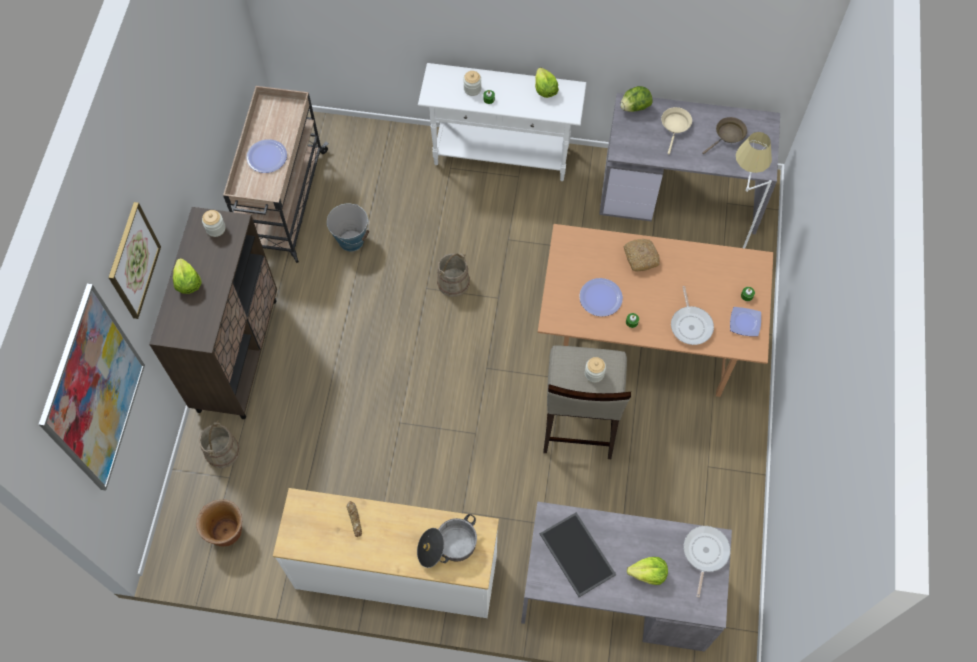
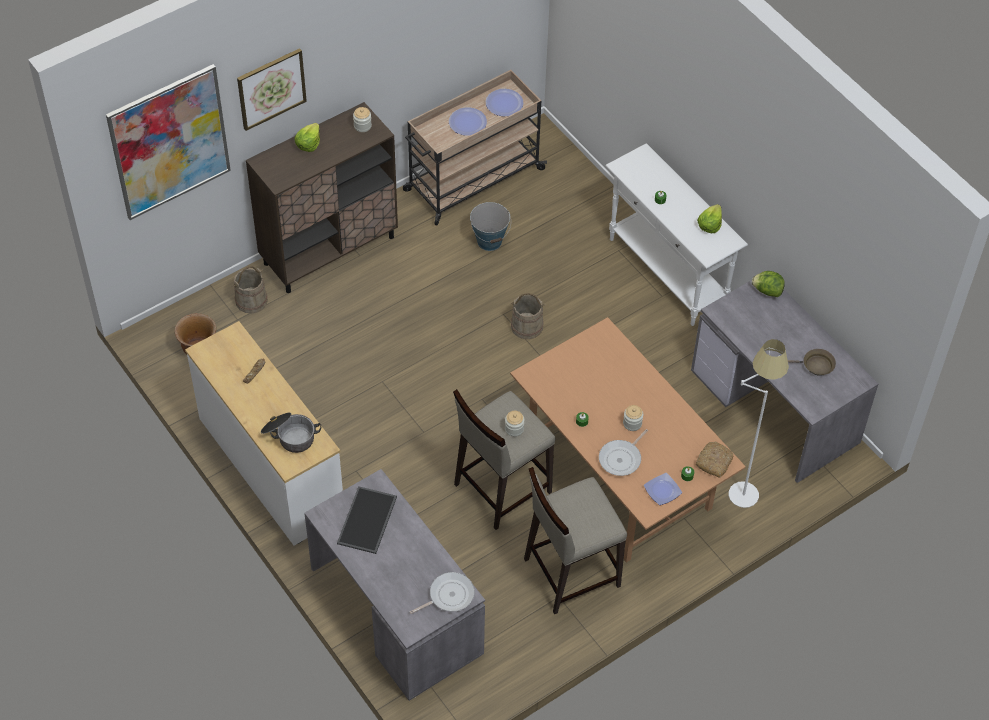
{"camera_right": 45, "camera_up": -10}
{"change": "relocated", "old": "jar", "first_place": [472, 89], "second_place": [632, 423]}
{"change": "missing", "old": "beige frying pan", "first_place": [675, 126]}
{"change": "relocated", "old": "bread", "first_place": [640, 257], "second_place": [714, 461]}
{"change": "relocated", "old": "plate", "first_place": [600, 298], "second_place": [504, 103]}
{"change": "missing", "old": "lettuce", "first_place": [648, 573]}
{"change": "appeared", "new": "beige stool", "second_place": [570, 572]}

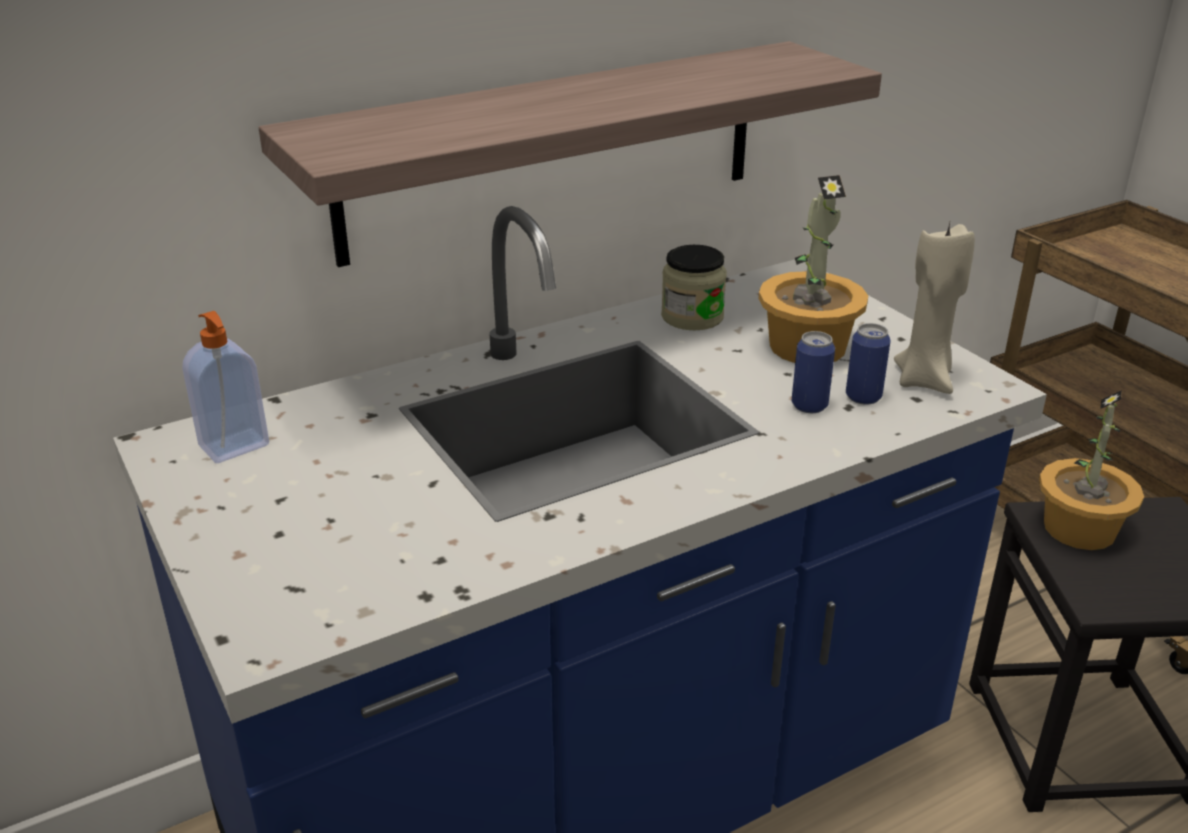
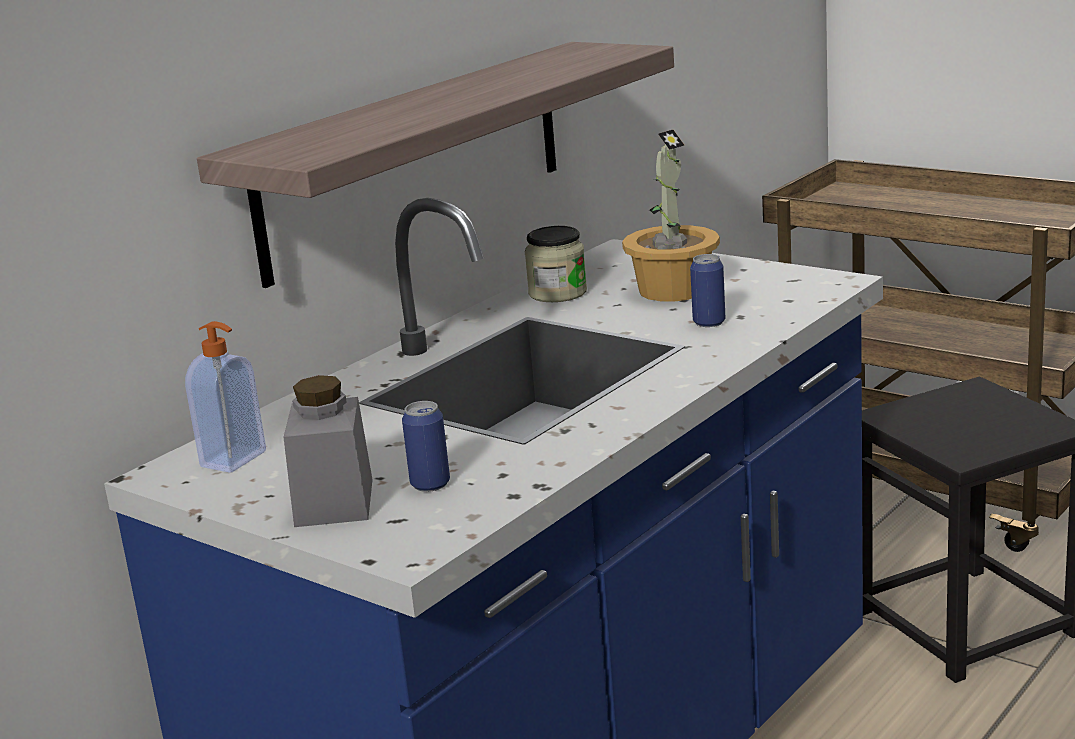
{"camera_right": -20, "camera_up": -10}
{"change": "missing", "old": "beige candle", "first_place": [925, 380]}
{"change": "relocated", "old": "can", "first_place": [863, 397], "second_place": [430, 484]}
{"change": "missing", "old": "potted plant", "first_place": [1081, 529]}
{"change": "appeared", "new": "grey jar", "second_place": [334, 502]}

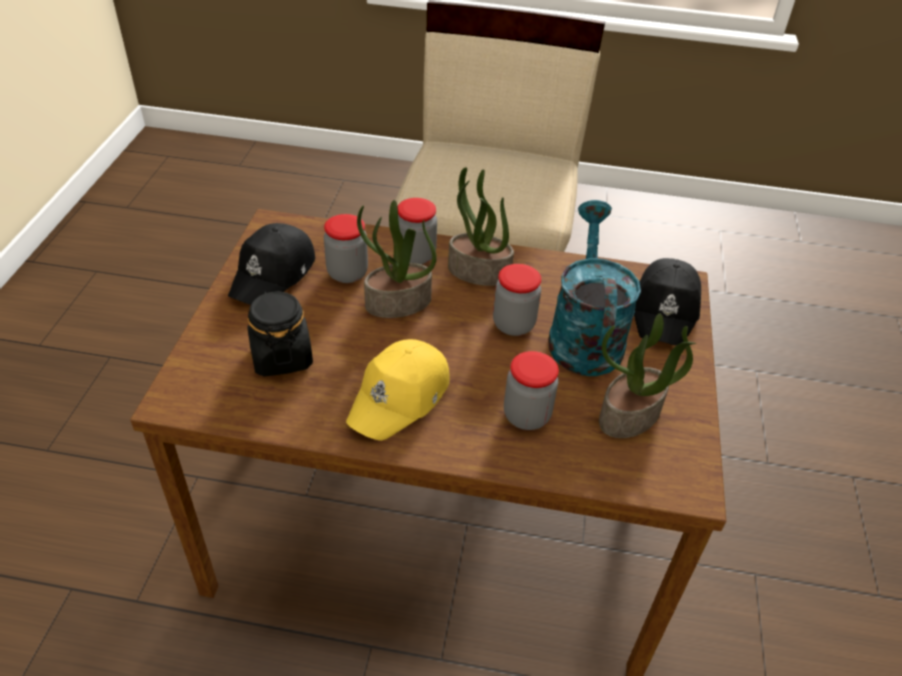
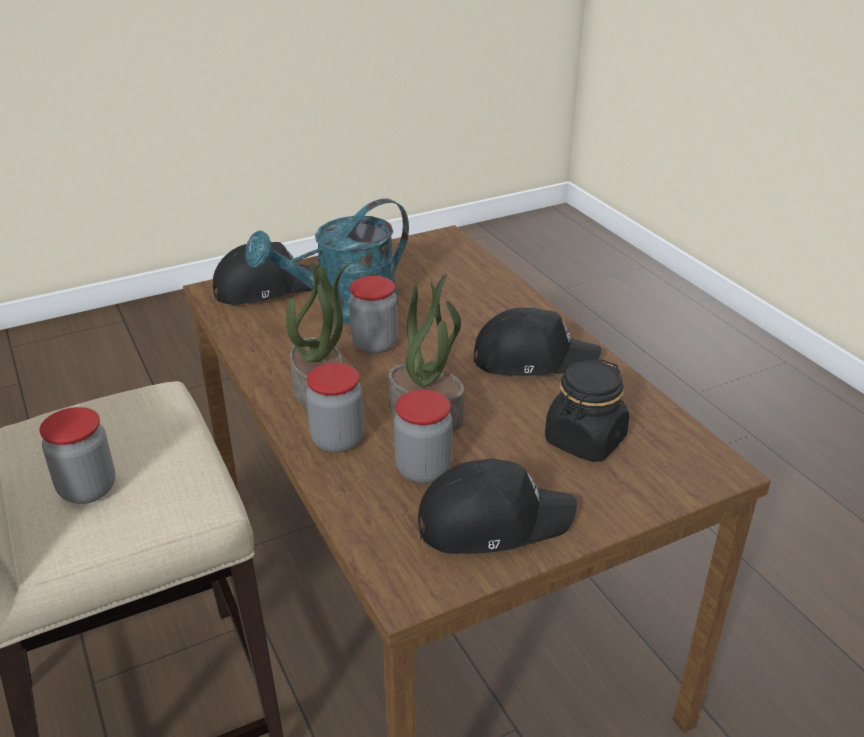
{"camera_right": -125, "camera_up": -10}
{"change": "missing", "old": "potted plant", "first_place": [630, 416]}
{"change": "colour", "old": "yellow cap", "new": "black cap", "first_place": [400, 397], "second_place": [532, 358]}
{"change": "relocated", "old": "jar", "first_place": [526, 415], "second_place": [88, 489]}

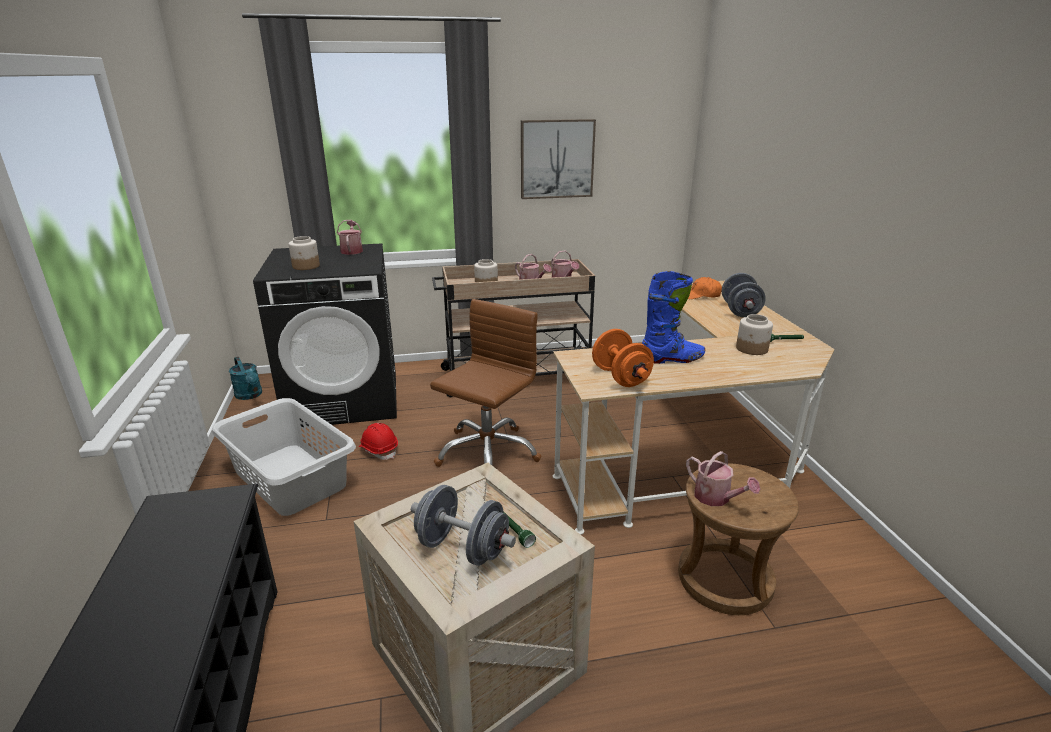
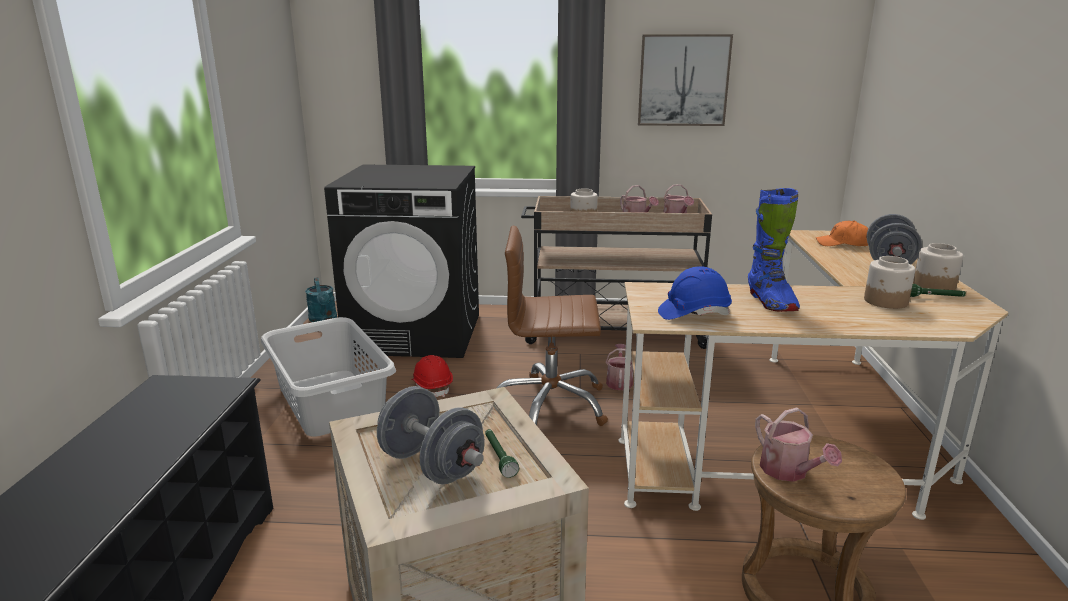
{"camera_right": 15, "camera_up": -5}
{"change": "relocated", "old": "watering can", "first_place": [352, 250], "second_place": [619, 382]}
{"change": "relocated", "old": "jar", "first_place": [306, 266], "second_place": [934, 286]}
{"change": "spun", "old": "blue boot", "first_place": [672, 359], "second_place": [770, 302], "degrees": 75}
{"change": "spun", "old": "brown office chair", "first_place": [487, 453], "second_place": [550, 405], "degrees": -135}
{"change": "exchanged", "old": "orange dumbbell", "new": "blue hard hat", "first_place": [620, 377], "second_place": [693, 313]}

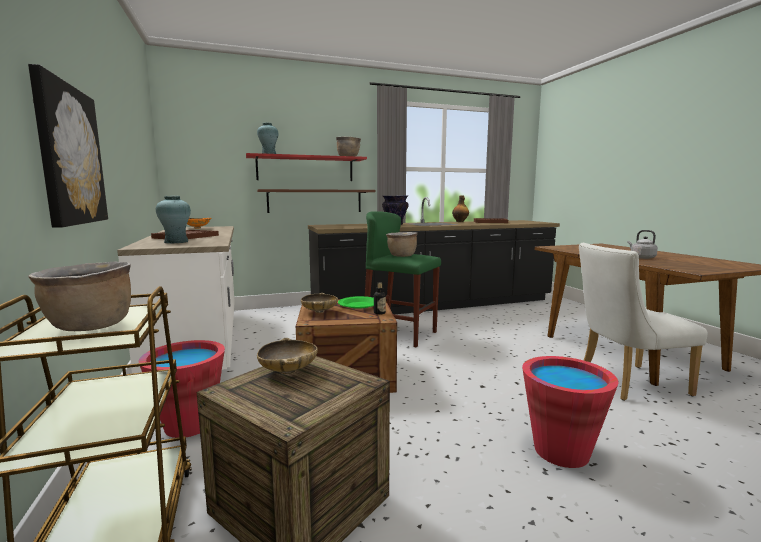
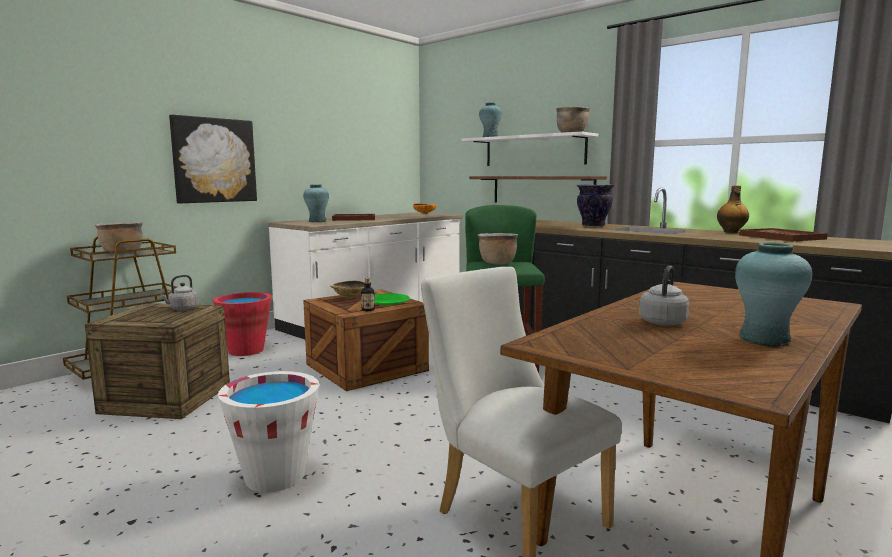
{"camera_right": 60, "camera_up": 0}
{"change": "colour", "old": "red shelf", "new": "white shelf", "first_place": [305, 169], "second_place": [534, 151]}
{"change": "exchanged", "old": "beige bowl", "new": "grey kettle", "first_place": [288, 371], "second_place": [182, 309]}
{"change": "colour", "old": "red bucket", "new": "white bucket", "first_place": [561, 451], "second_place": [275, 476]}
{"change": "appeared", "new": "turquoise vase", "second_place": [764, 339]}

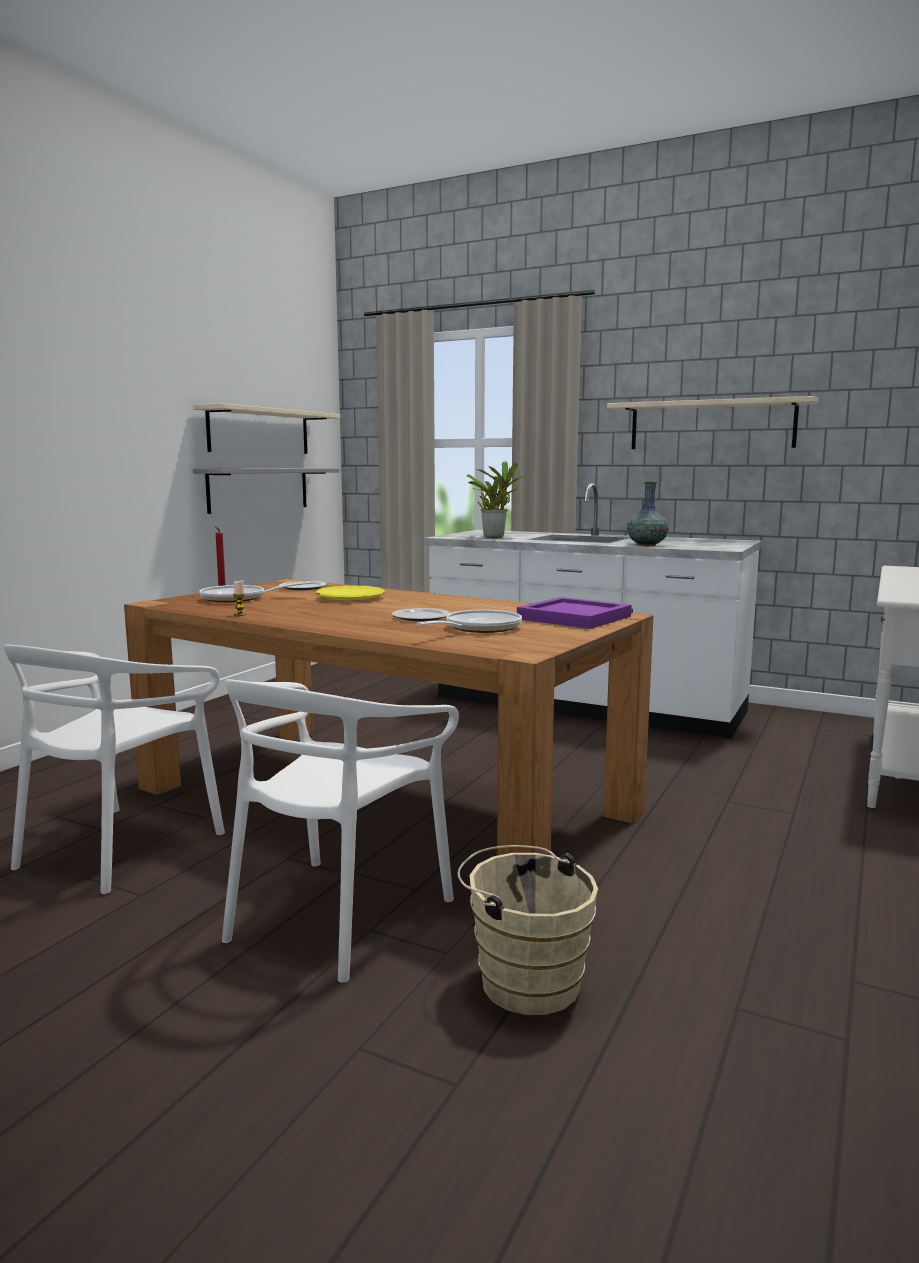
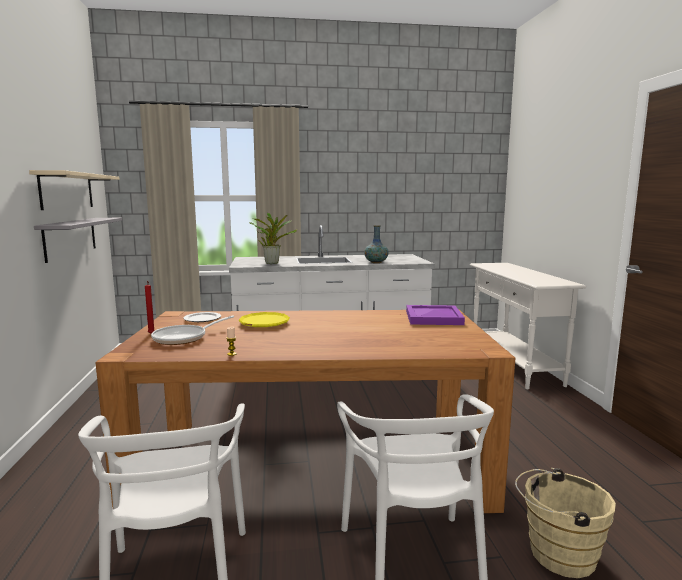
{"camera_right": -35, "camera_up": 0}
{"change": "missing", "old": "beige shelf", "first_place": [711, 425]}
{"change": "missing", "old": "plate", "first_place": [420, 617]}
{"change": "missing", "old": "frying pan", "first_place": [478, 628]}

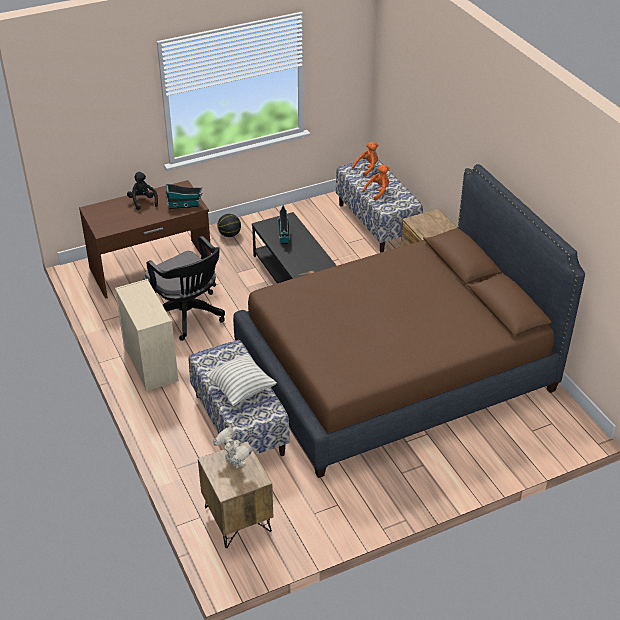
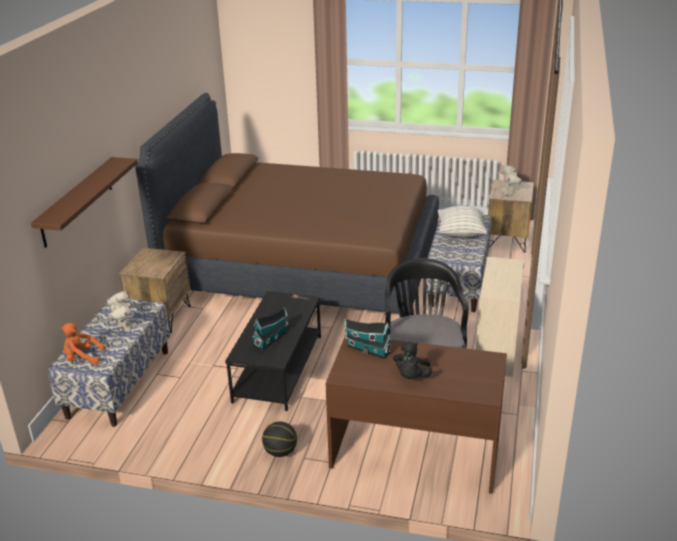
{"camera_right": -140, "camera_up": -10}
{"change": "exchanged", "old": "orange plush toy", "new": "toy robot", "first_place": [378, 191], "second_place": [123, 326]}
{"change": "appeared", "new": "brown shelf", "second_place": [77, 201]}

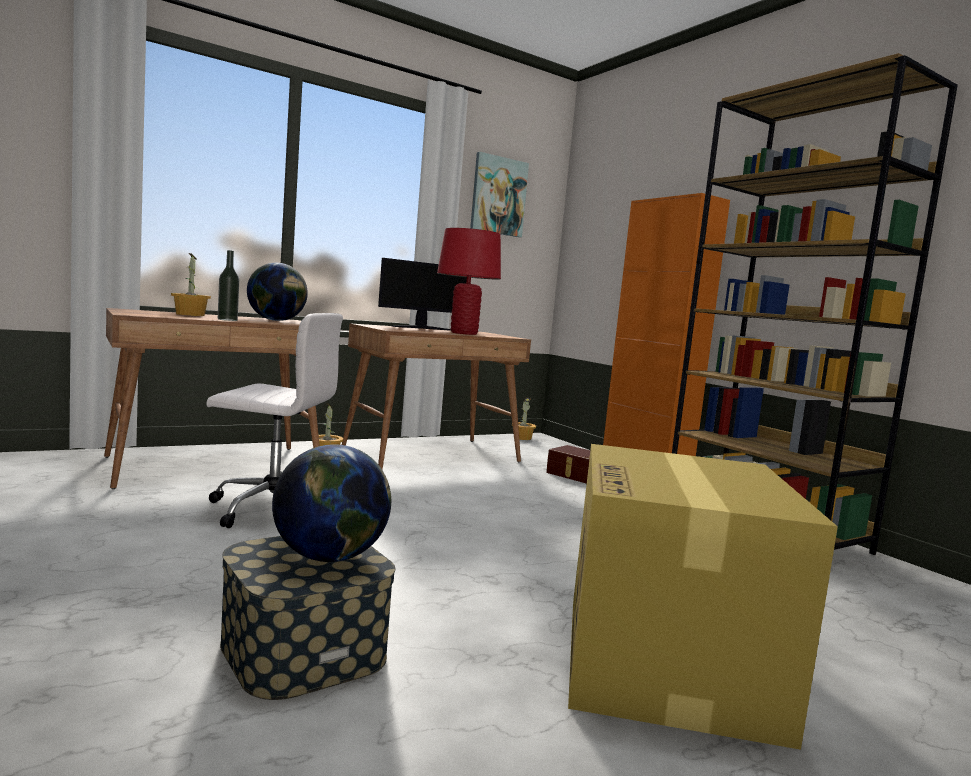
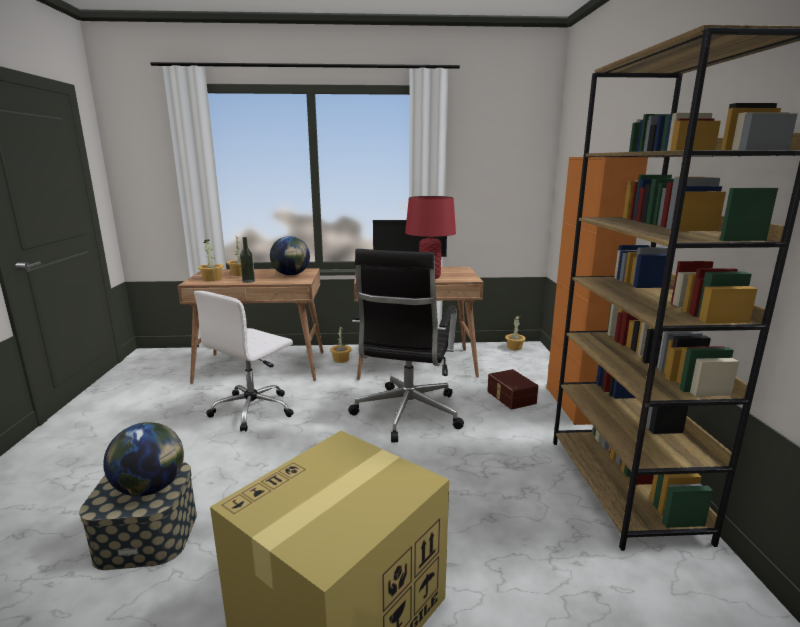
{"camera_right": 30, "camera_up": 10}
{"change": "missing", "old": "picture", "first_place": [498, 196]}
{"change": "spun", "old": "white office chair", "first_place": [270, 508], "second_place": [254, 409], "degrees": 90}
{"change": "appeared", "new": "potted plant", "second_place": [212, 279]}
{"change": "appeared", "new": "black office chair", "second_place": [407, 414]}

